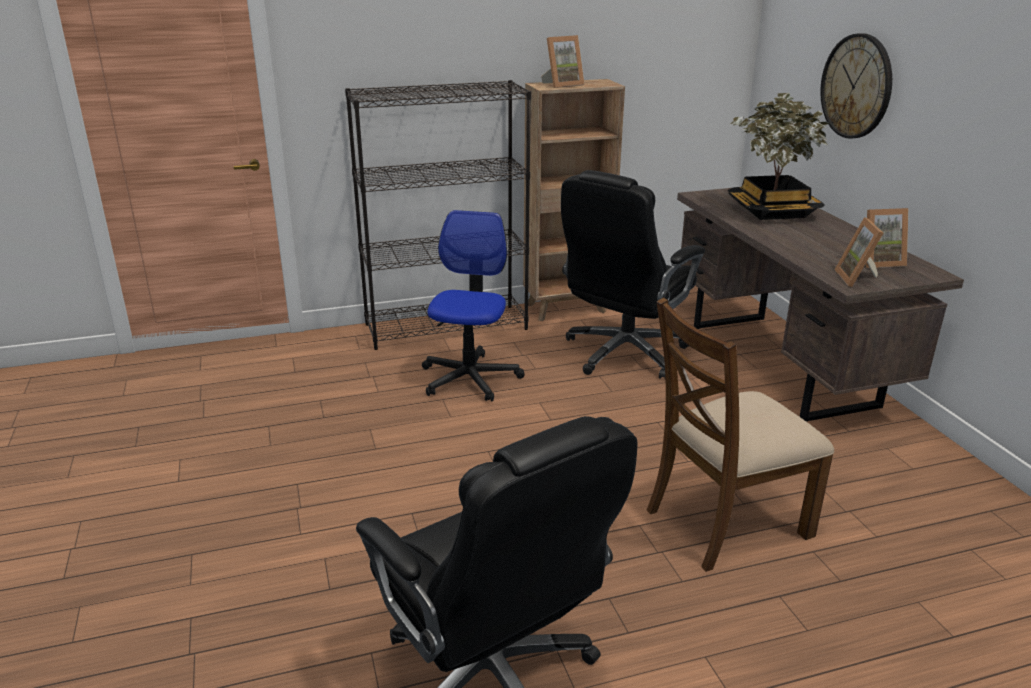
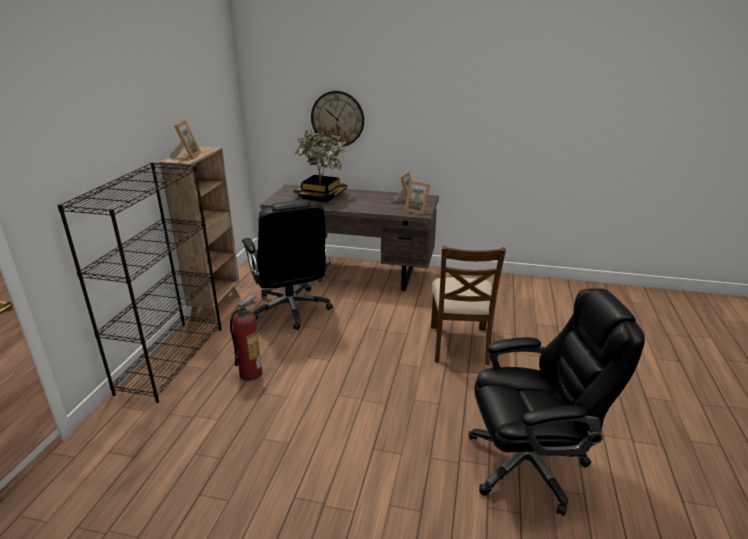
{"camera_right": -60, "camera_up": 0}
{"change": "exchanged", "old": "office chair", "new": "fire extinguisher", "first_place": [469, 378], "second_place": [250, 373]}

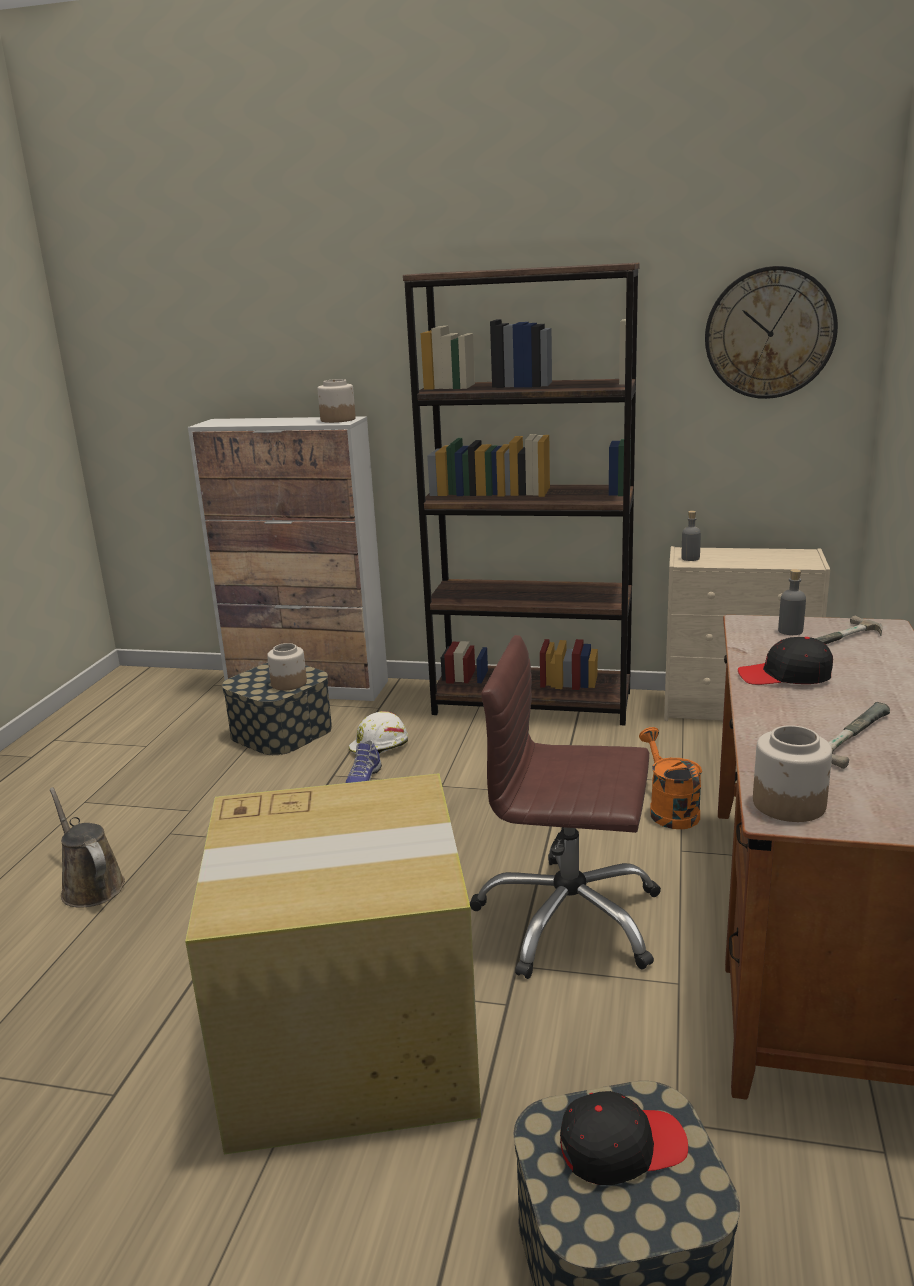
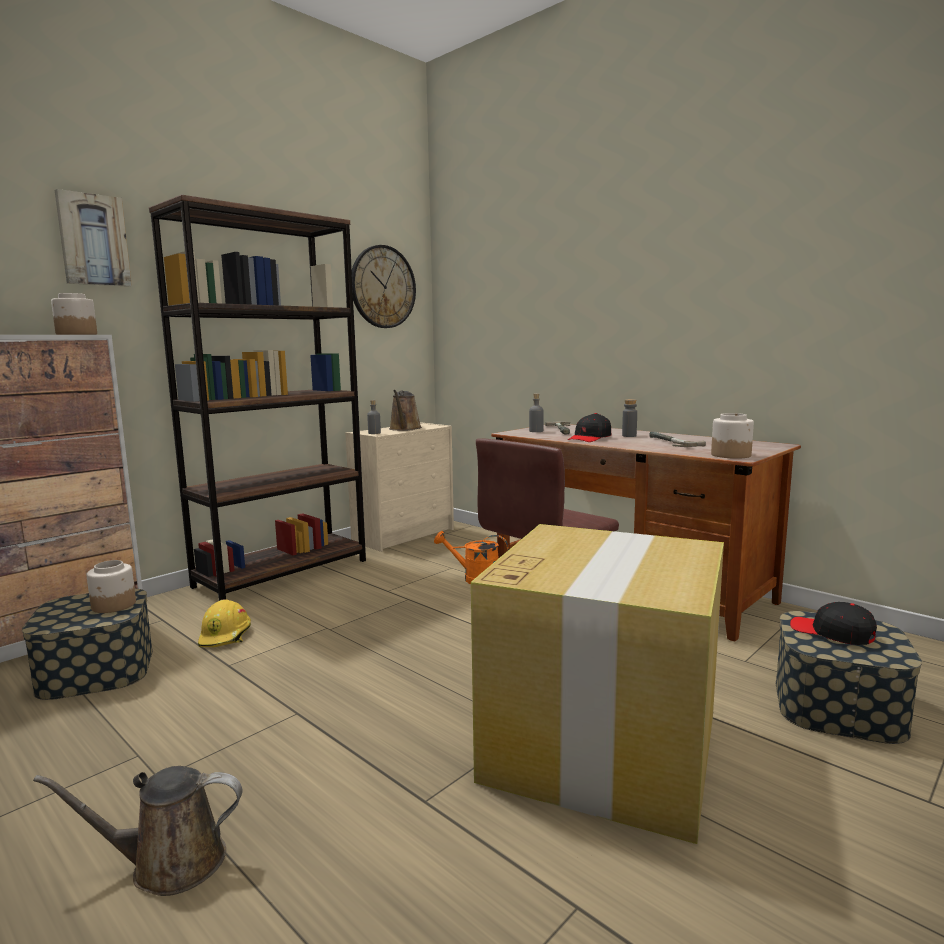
{"camera_right": -60, "camera_up": -10}
{"change": "colour", "old": "white hard hat", "new": "yellow hard hat", "first_place": [379, 747], "second_place": [226, 636]}
{"change": "missing", "old": "shoe", "first_place": [363, 780]}
{"change": "spun", "old": "black cap", "first_place": [621, 1147], "second_place": [832, 633], "degrees": -60}
{"change": "appeared", "new": "picture", "second_place": [93, 240]}
{"change": "appeared", "new": "brown watering can", "second_place": [404, 429]}
{"change": "appeared", "new": "grey bottle", "second_place": [629, 436]}

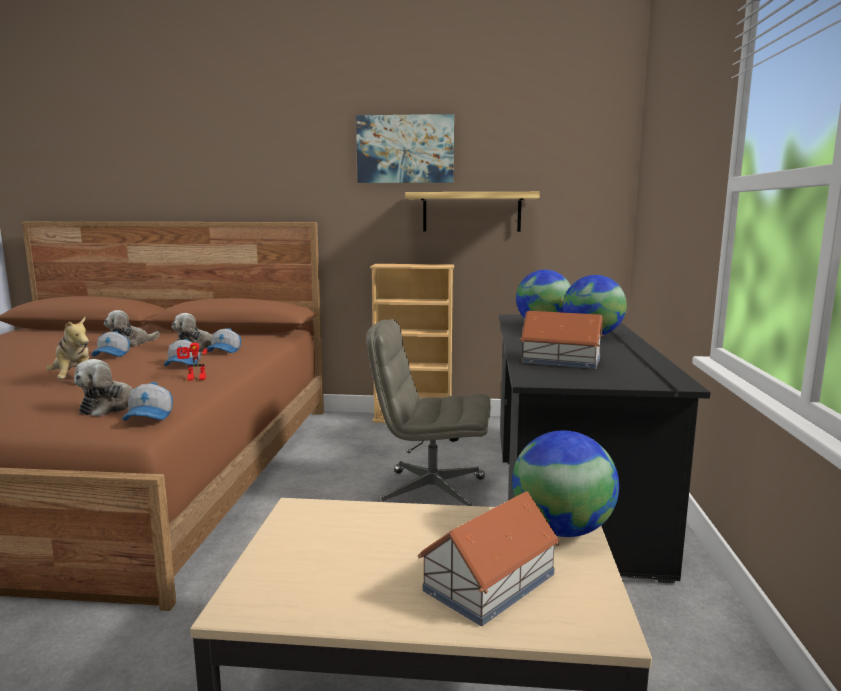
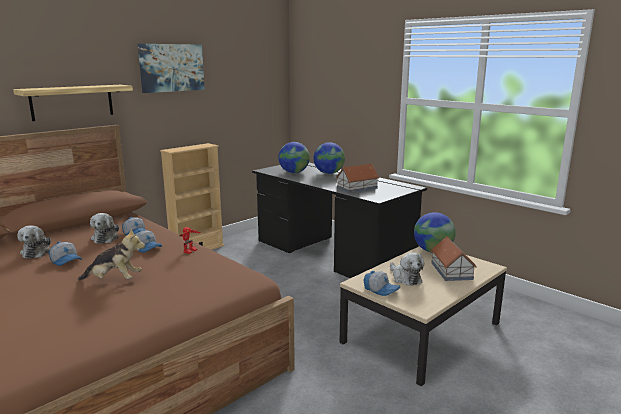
{"camera_right": -50, "camera_up": 5}
{"change": "relocated", "old": "shelf", "first_place": [471, 212], "second_place": [72, 102]}
{"change": "missing", "old": "grey office chair", "first_place": [430, 494]}
{"change": "relocated", "old": "plush toy", "first_place": [111, 406], "second_place": [405, 278]}
{"change": "relocated", "old": "cap", "first_place": [150, 416], "second_place": [381, 289]}

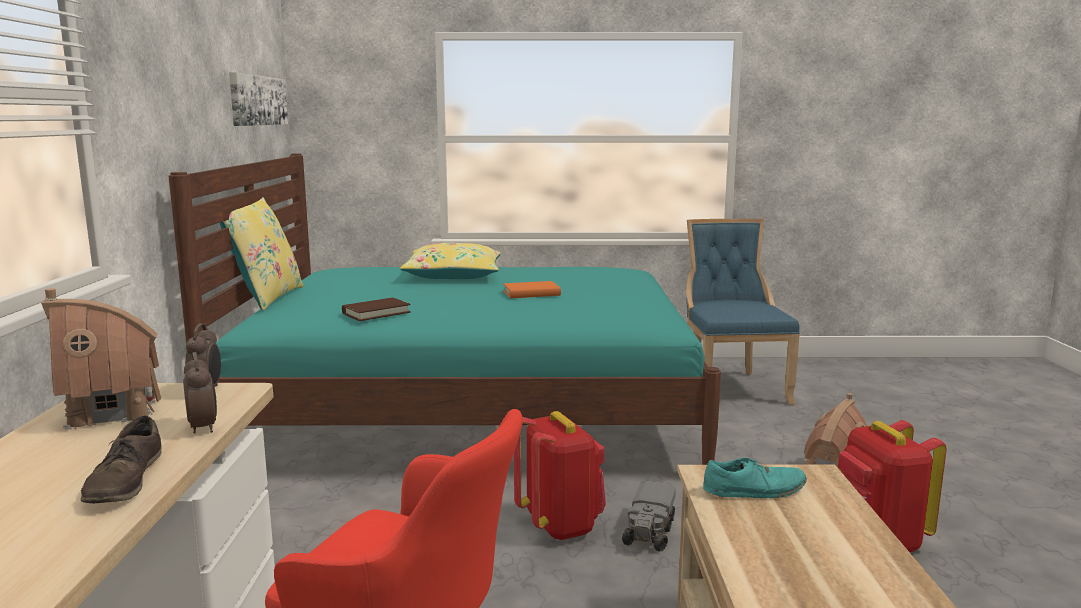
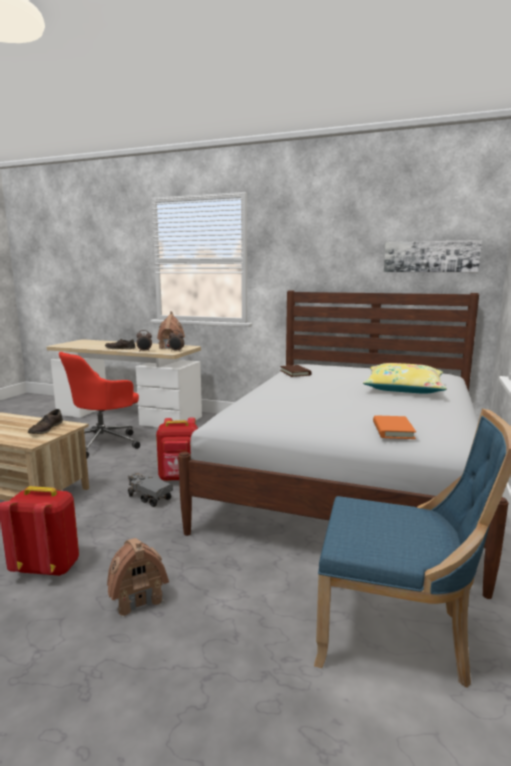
{"camera_right": 110, "camera_up": 0}
{"change": "colour", "old": "turquoise bed", "new": "white bed", "first_place": [473, 413], "second_place": [352, 478]}
{"change": "missing", "old": "yellow pillow", "first_place": [266, 298]}
{"change": "relocated", "old": "orange book", "first_place": [531, 293], "second_place": [393, 430]}
{"change": "colour", "old": "turquoise shoe", "new": "brown shoe", "first_place": [754, 490], "second_place": [46, 429]}

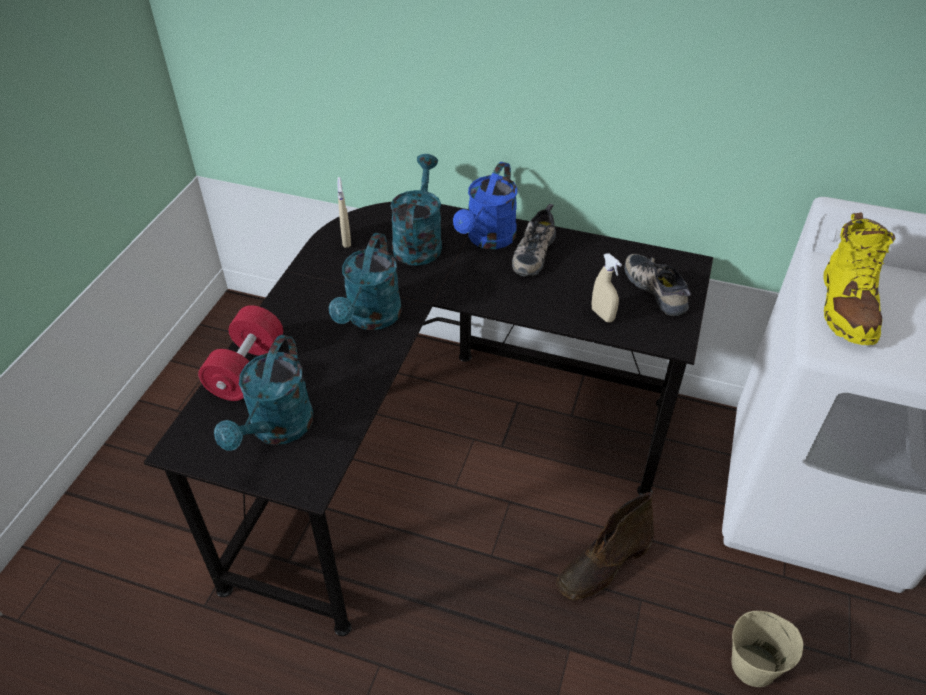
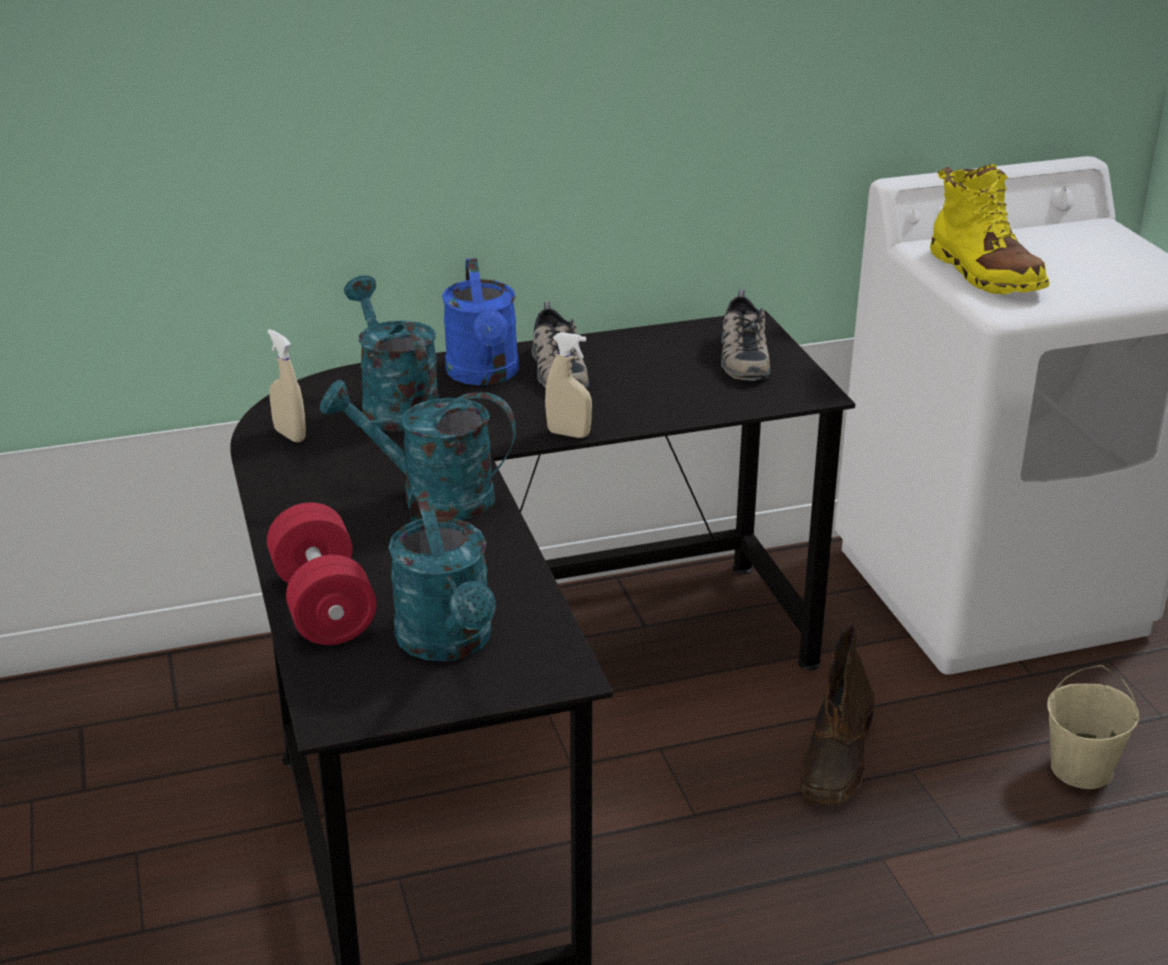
{"camera_right": -35, "camera_up": -15}
{"change": "spun", "old": "turquoise watering can", "first_place": [371, 319], "second_place": [431, 497], "degrees": 120}
{"change": "relocated", "old": "beige spray bottle", "first_place": [602, 315], "second_place": [568, 434]}
{"change": "spun", "old": "shoe", "first_place": [657, 289], "second_place": [741, 356], "degrees": -120}

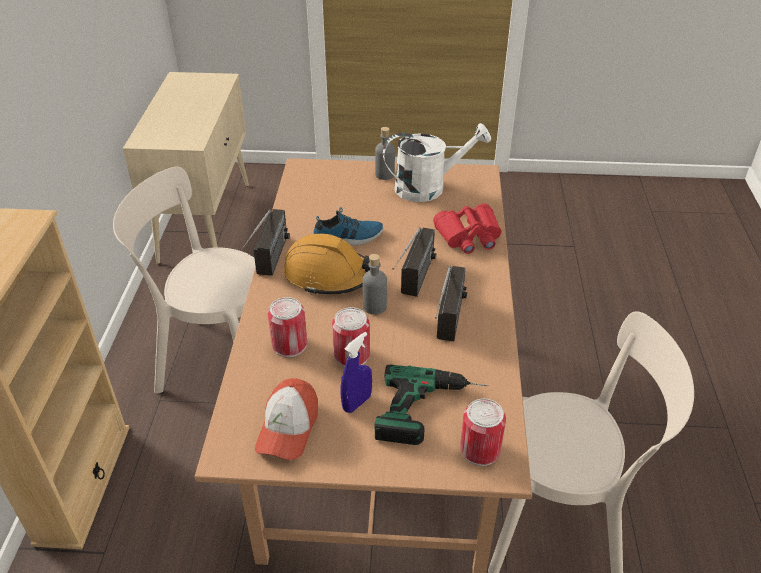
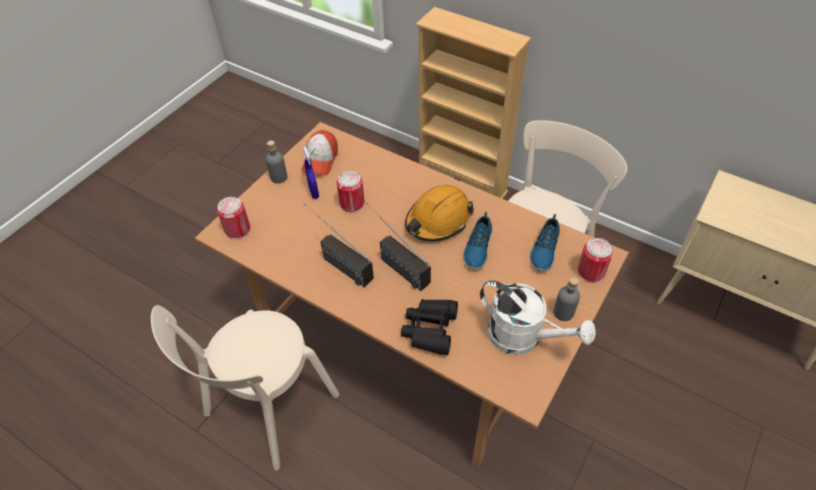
{"camera_right": 120, "camera_up": 10}
{"change": "spun", "old": "white watering can", "first_place": [429, 187], "second_place": [523, 338], "degrees": -75}
{"change": "colour", "old": "red binoculars", "new": "black binoculars", "first_place": [468, 236], "second_place": [430, 329]}
{"change": "missing", "old": "radio", "first_place": [270, 266]}
{"change": "relocated", "old": "grey bottle", "first_place": [375, 306], "second_place": [279, 177]}
{"change": "relocated", "old": "can", "first_place": [289, 345], "second_place": [590, 272]}
{"change": "missing", "old": "power drill", "first_place": [431, 410]}
{"change": "spun", "old": "cap", "first_place": [288, 428], "second_place": [320, 160], "degrees": -120}
{"change": "appeared", "new": "shoe", "second_place": [544, 250]}

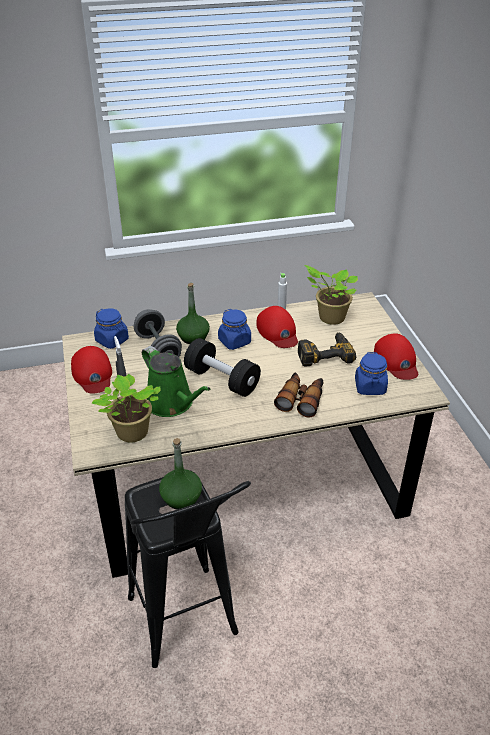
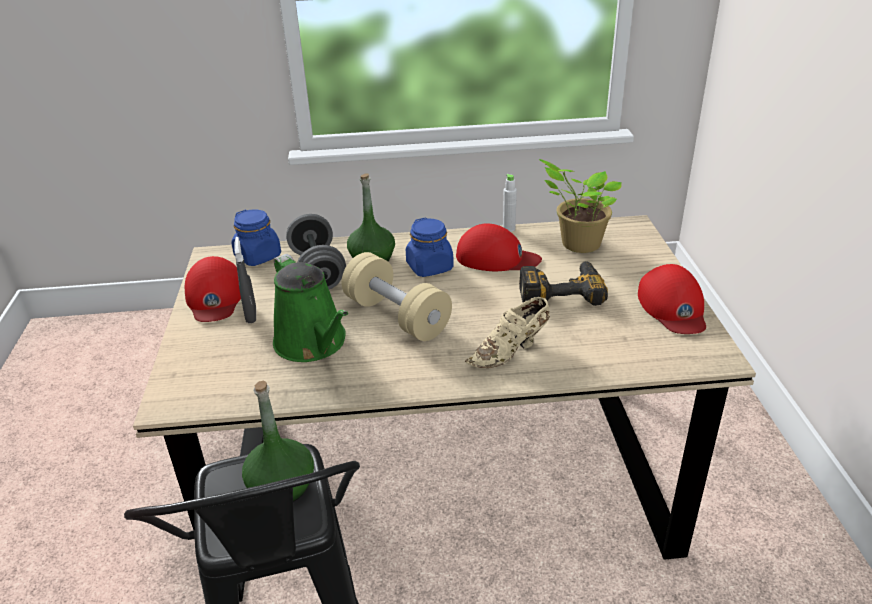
{"camera_right": 10, "camera_up": -5}
{"change": "spun", "old": "red cap", "first_place": [278, 331], "second_place": [496, 258], "degrees": -60}
{"change": "colour", "old": "black dumbbell", "new": "beige dumbbell", "first_place": [222, 380], "second_place": [397, 316]}
{"change": "missing", "old": "blue jar", "first_place": [370, 387]}
{"change": "exchanged", "old": "binoculars", "new": "beige shoe", "first_place": [301, 399], "second_place": [511, 351]}
{"change": "missing", "old": "potted plant", "first_place": [131, 434]}

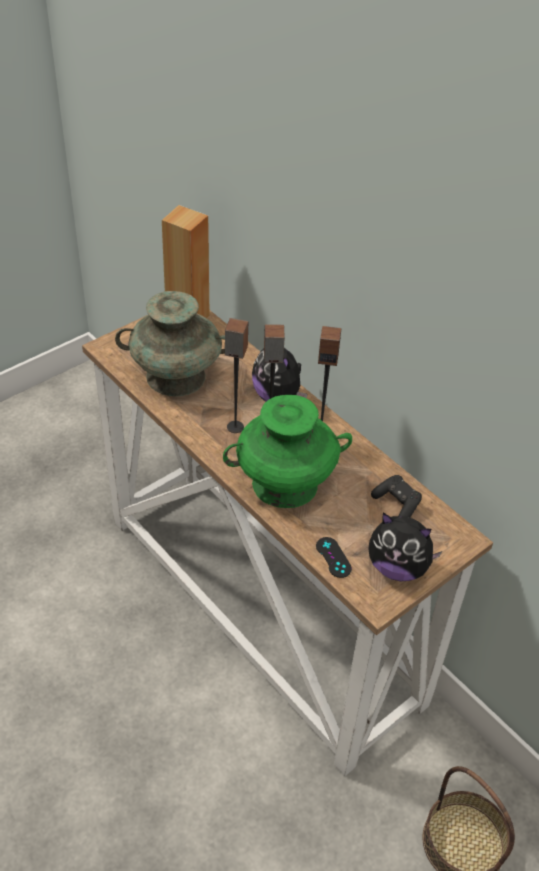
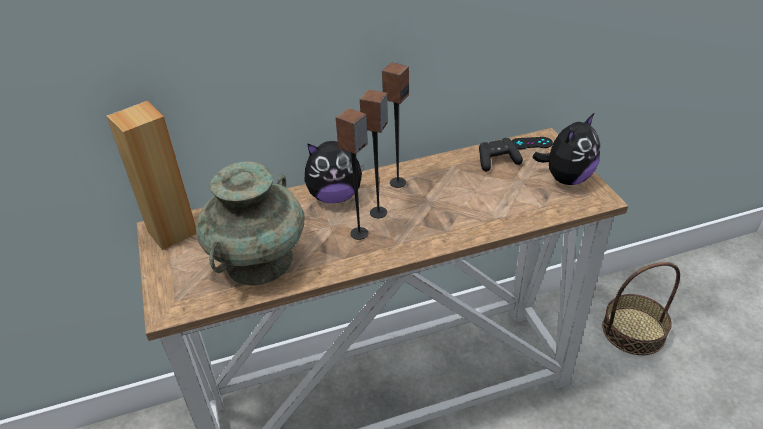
{"camera_right": -65, "camera_up": -5}
{"change": "missing", "old": "green vase", "first_place": [285, 484]}
{"change": "relocated", "old": "black game controller", "first_place": [333, 557], "second_place": [531, 143]}

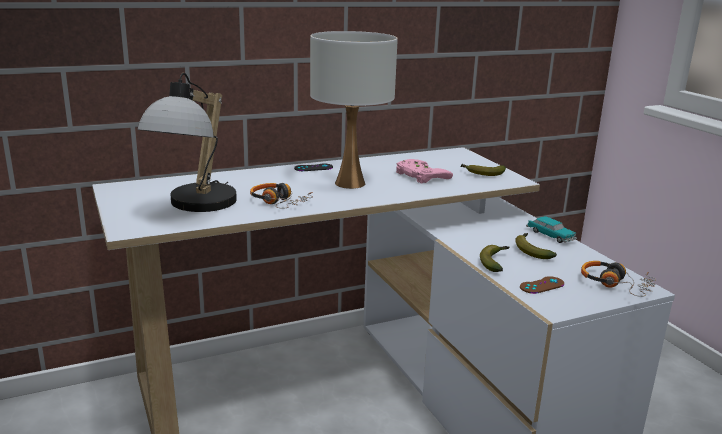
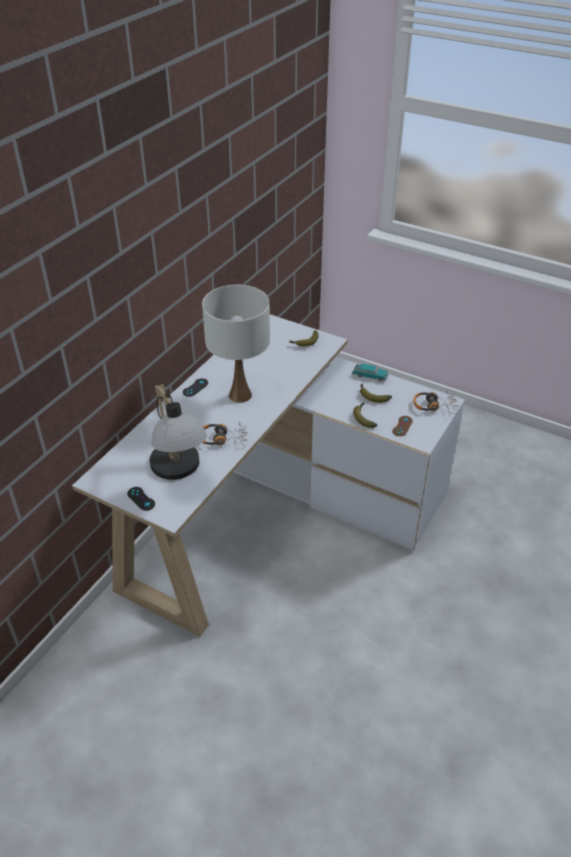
{"camera_right": -35, "camera_up": 20}
{"change": "missing", "old": "pink game controller", "first_place": [419, 175]}
{"change": "appeared", "new": "black game controller", "second_place": [141, 499]}

